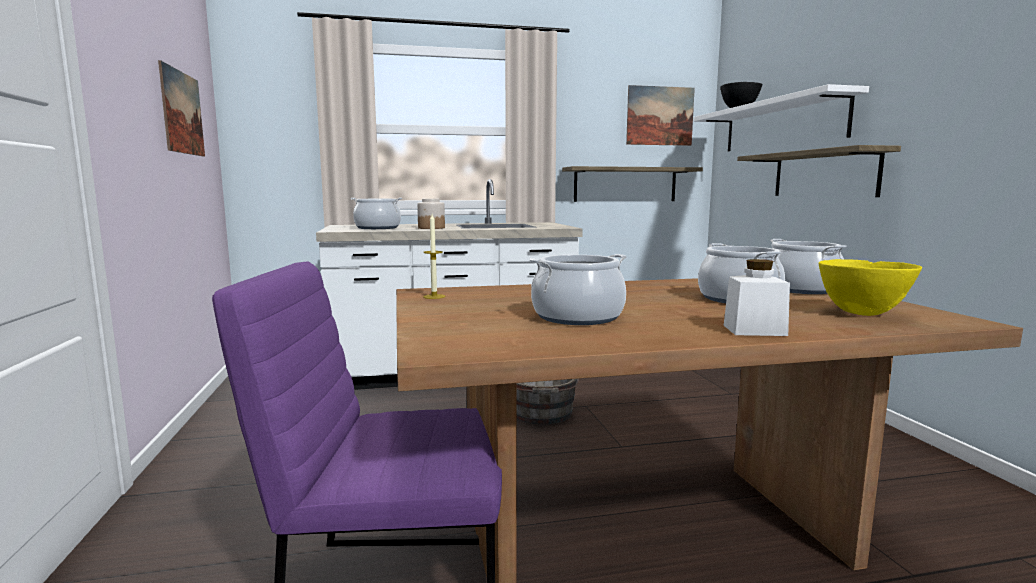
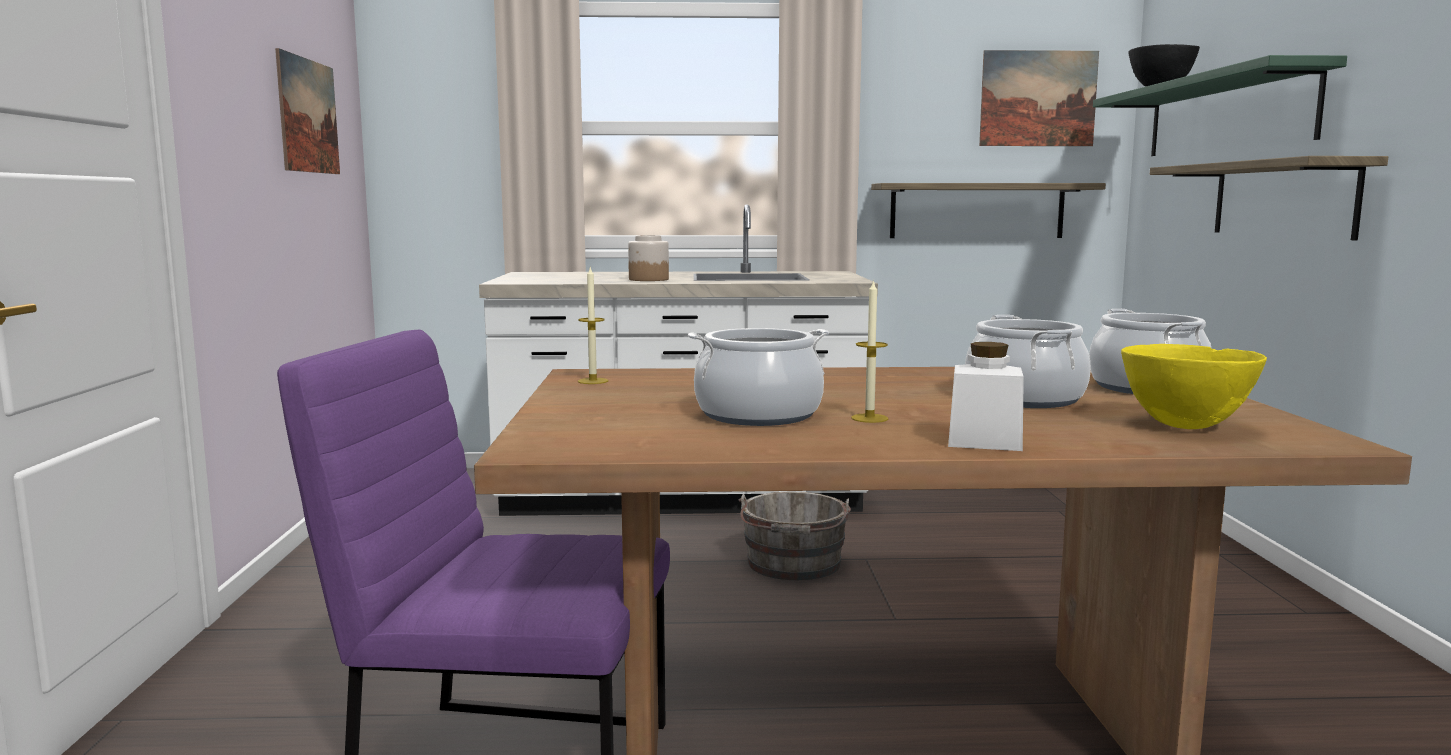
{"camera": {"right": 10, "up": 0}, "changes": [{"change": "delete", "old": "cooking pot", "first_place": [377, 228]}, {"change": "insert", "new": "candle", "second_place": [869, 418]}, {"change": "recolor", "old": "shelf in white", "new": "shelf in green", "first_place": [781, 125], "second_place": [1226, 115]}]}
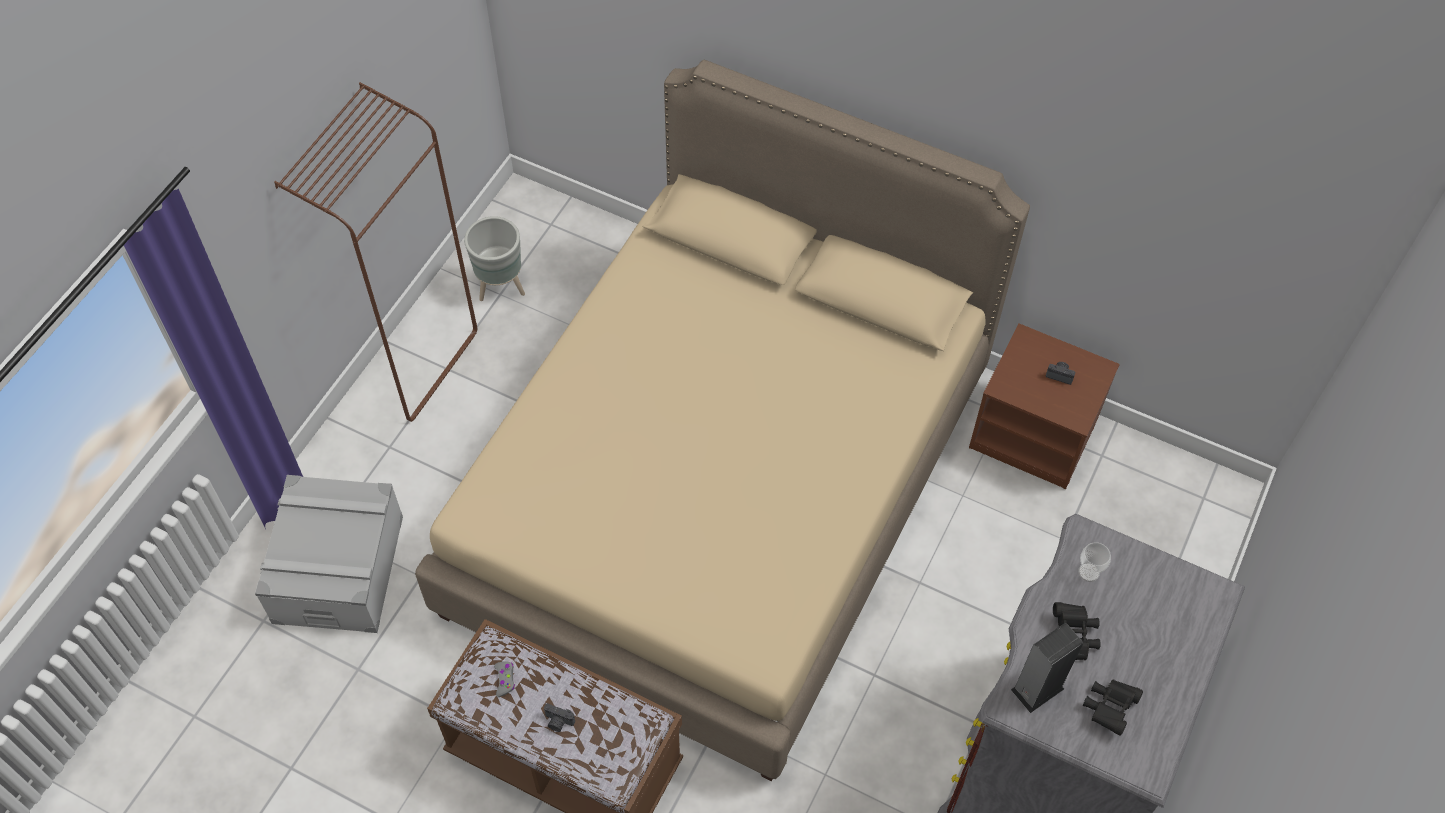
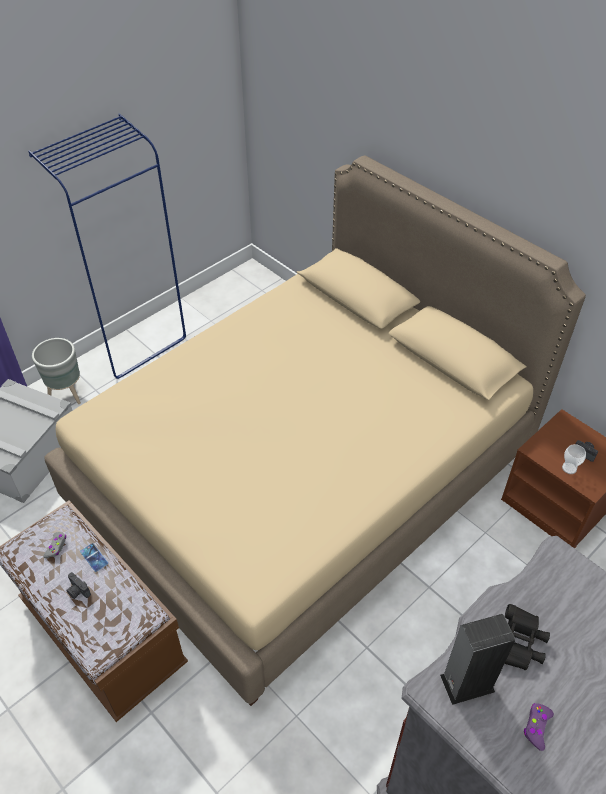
{"camera": {"right": 20, "up": -10}, "changes": [{"change": "insert", "new": "phone", "second_place": [94, 557]}, {"change": "move", "old": "planter in grey", "first_place": [501, 287], "second_place": [68, 394]}, {"change": "move", "old": "cup", "first_place": [1088, 572], "second_place": [569, 468]}, {"change": "replace", "old": "binoculars in black", "new": "game controller in purple", "first_place": [1109, 708], "second_place": [536, 727]}, {"change": "recolor", "old": "clothes rack in brown", "new": "clothes rack in blue", "first_place": [416, 362], "second_place": [138, 346]}]}
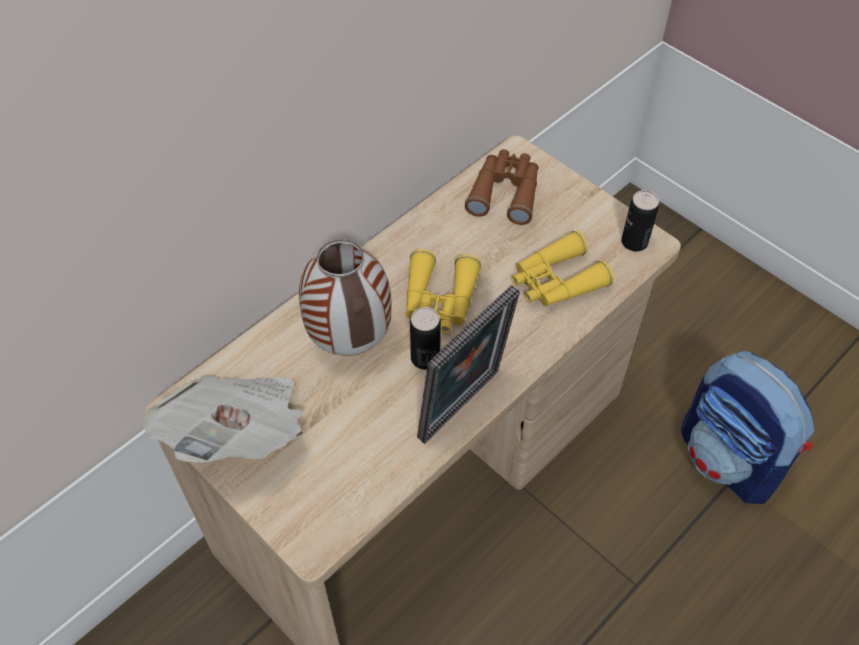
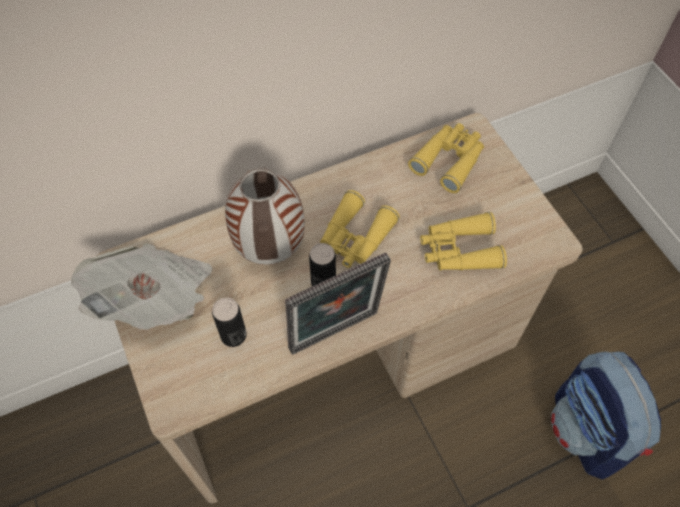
{"camera": {"right": 20, "up": 5}, "changes": [{"change": "move", "old": "can", "first_place": [634, 242], "second_place": [233, 335]}, {"change": "recolor", "old": "binoculars in brown", "new": "binoculars in yellow", "first_place": [505, 192], "second_place": [449, 160]}]}
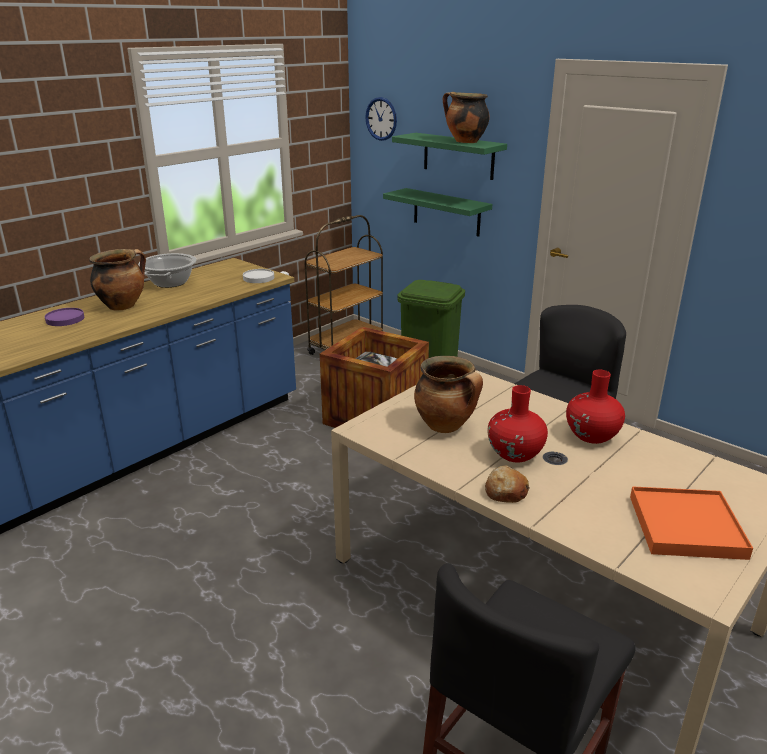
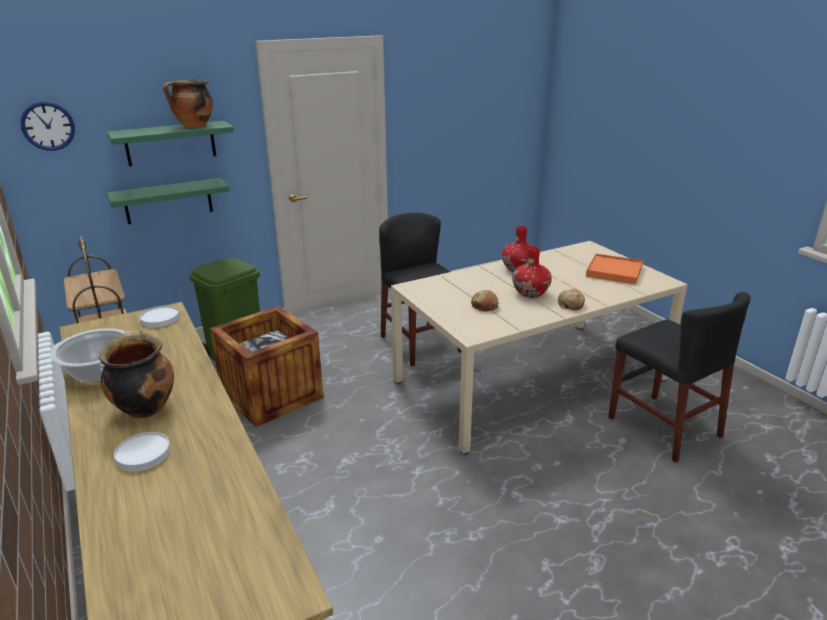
{"camera": {"right": -70, "up": 0}, "changes": [{"change": "replace", "old": "cooking pot", "new": "bread", "first_place": [446, 426], "second_place": [485, 306]}, {"change": "recolor", "old": "plate in purple", "new": "plate in white", "first_place": [65, 319], "second_place": [143, 454]}]}
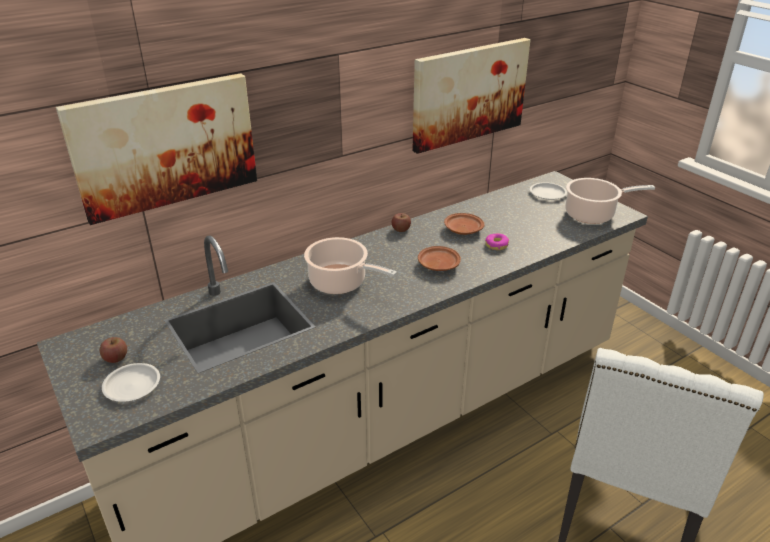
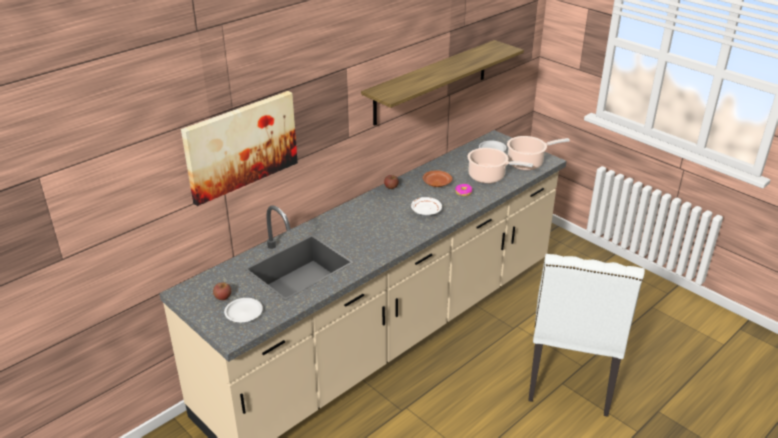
{"camera": {"right": -10, "up": 0}, "changes": [{"change": "move", "old": "cooking pot", "first_place": [341, 283], "second_place": [489, 176]}, {"change": "replace", "old": "picture", "new": "shelf", "first_place": [469, 93], "second_place": [431, 82]}, {"change": "recolor", "old": "plate in brown", "new": "plate in white", "first_place": [438, 265], "second_place": [426, 211]}]}
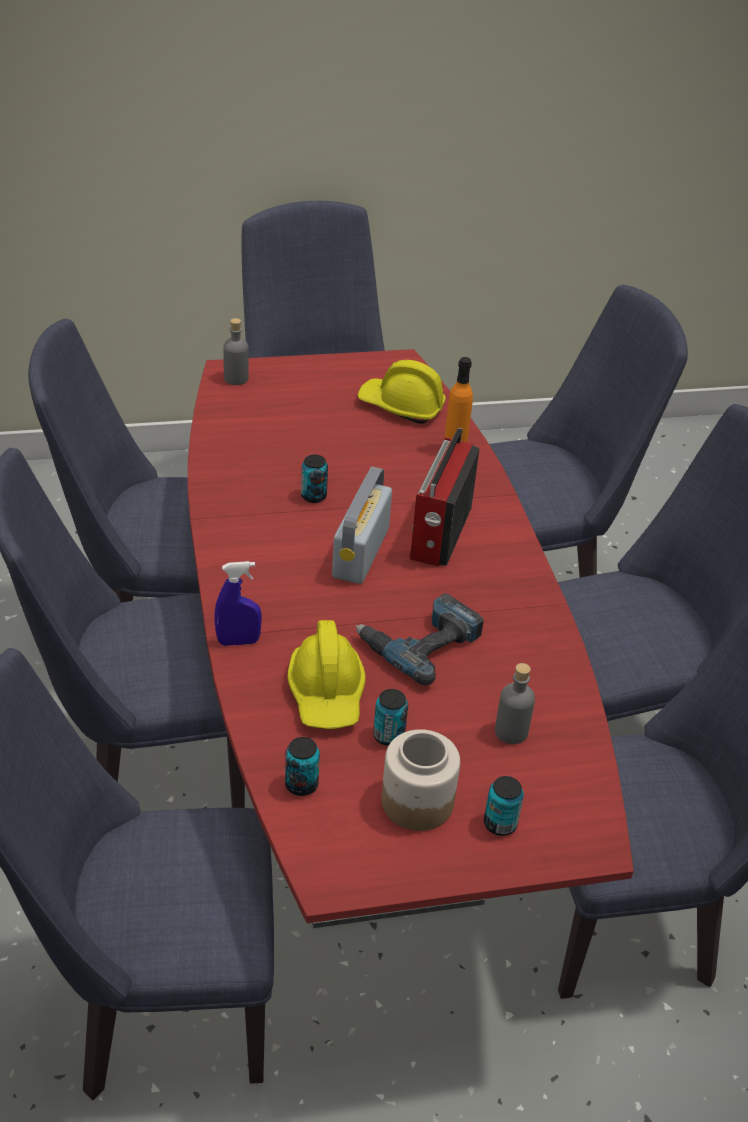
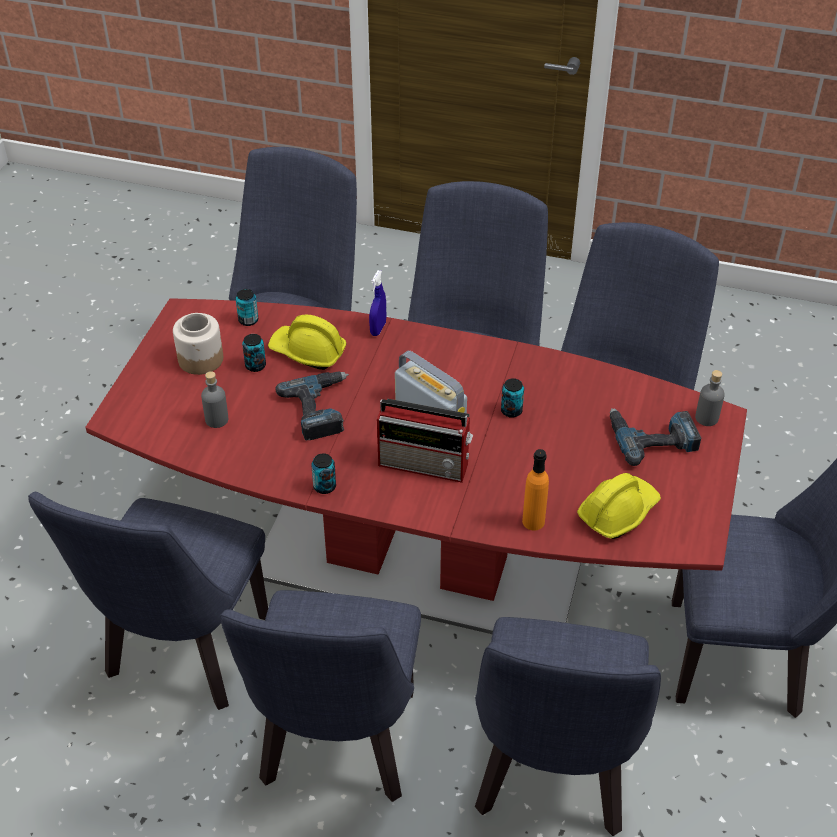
{"camera": {"right": 120, "up": 5}, "changes": [{"change": "insert", "new": "power drill", "second_place": [651, 438]}, {"change": "move", "old": "can", "first_place": [500, 824], "second_place": [324, 486]}, {"change": "rotate", "old": "radio", "first_place": [439, 534], "second_place": [425, 464], "degrees": 150}]}
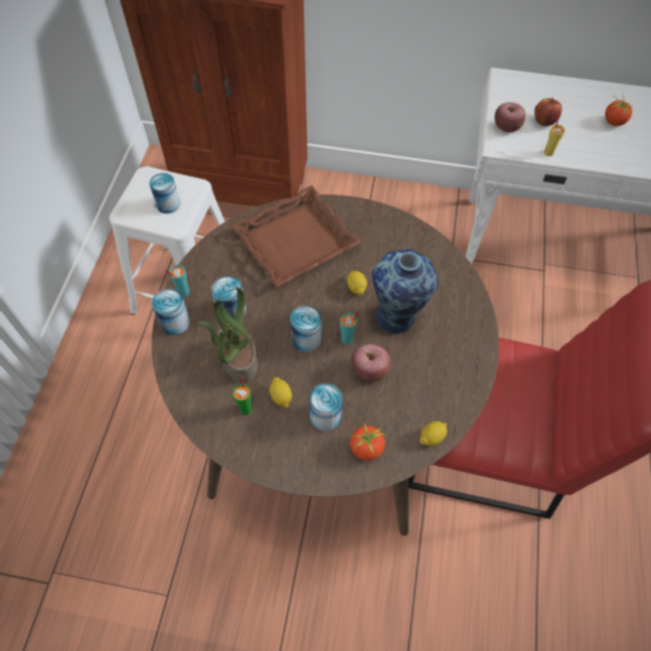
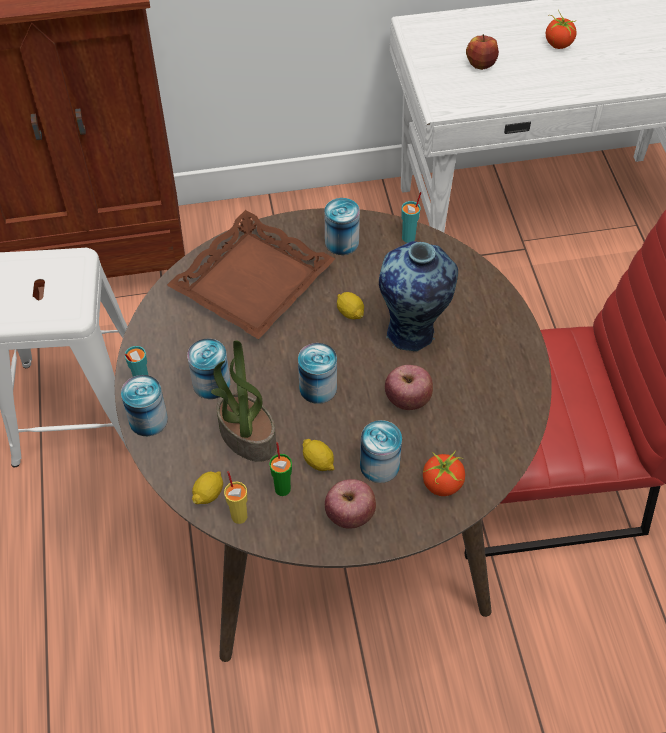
{"camera": {"right": -20, "up": -5}, "changes": [{"change": "move", "old": "can", "first_place": [168, 204], "second_place": [341, 242]}, {"change": "move", "old": "cup in turquoise", "first_place": [347, 339], "second_place": [409, 237]}, {"change": "move", "old": "lemon", "first_place": [432, 437], "second_place": [209, 494]}, {"change": "move", "old": "apple", "first_place": [506, 128], "second_place": [350, 515]}, {"change": "move", "old": "cup in yellow", "first_place": [548, 152], "second_place": [239, 516]}]}
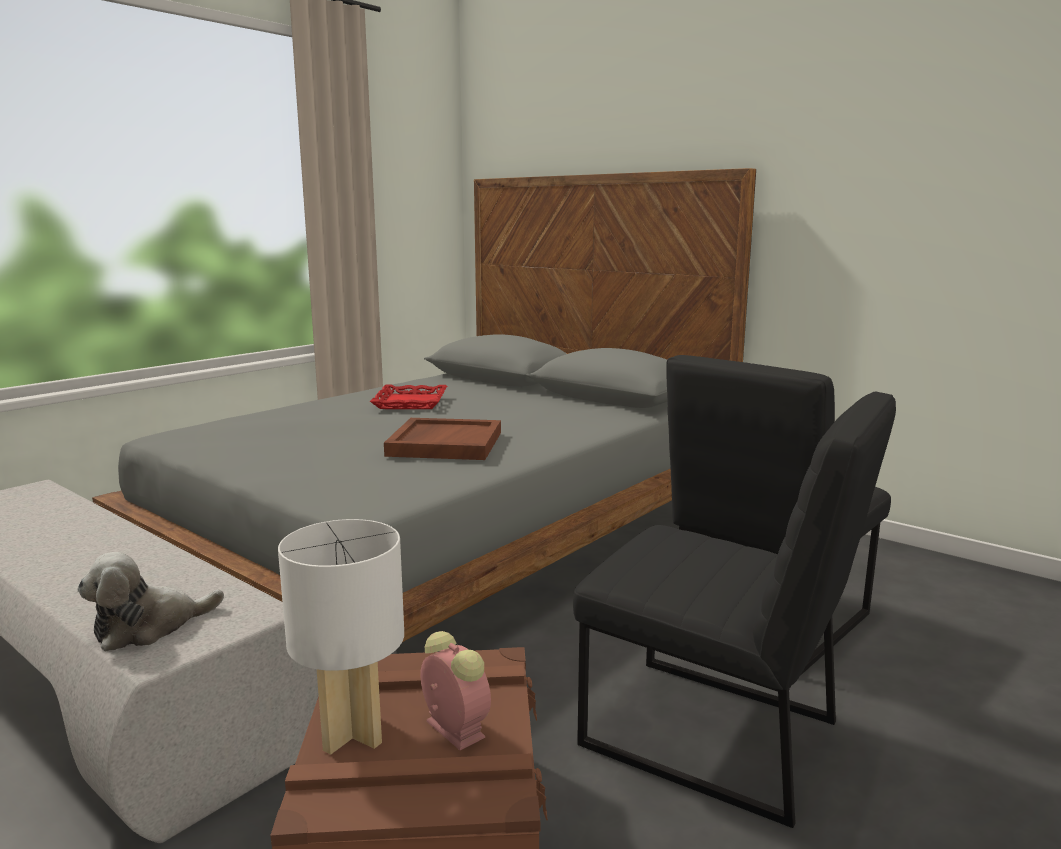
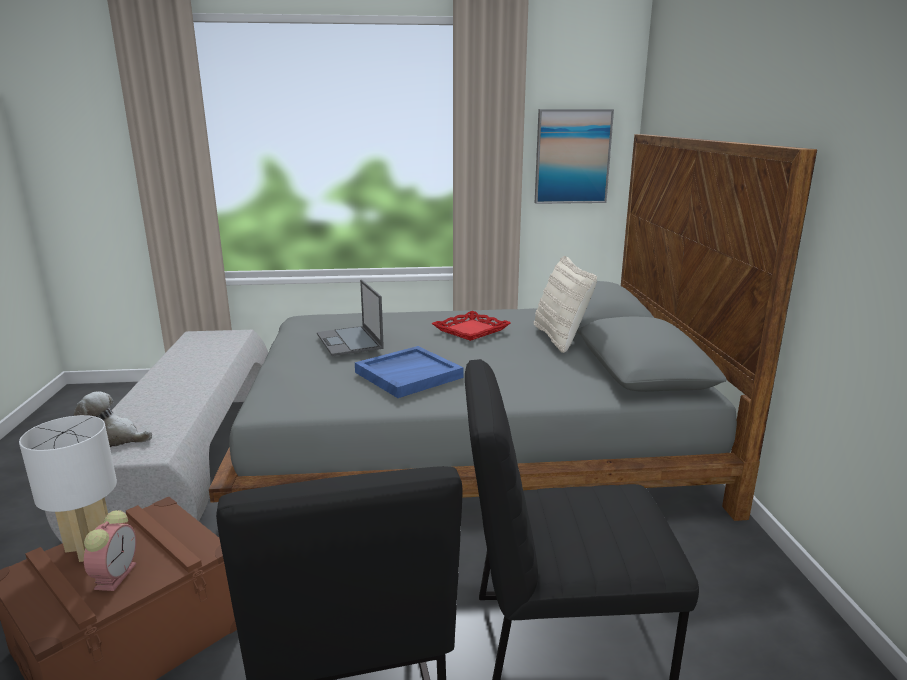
{"camera": {"right": 45, "up": 5}, "changes": [{"change": "insert", "new": "laptop", "second_place": [350, 341]}, {"change": "insert", "new": "pillow in beige", "second_place": [561, 339]}, {"change": "insert", "new": "picture", "second_place": [572, 157]}, {"change": "recolor", "old": "tray in brown", "new": "tray in blue", "first_place": [444, 443], "second_place": [409, 374]}]}
